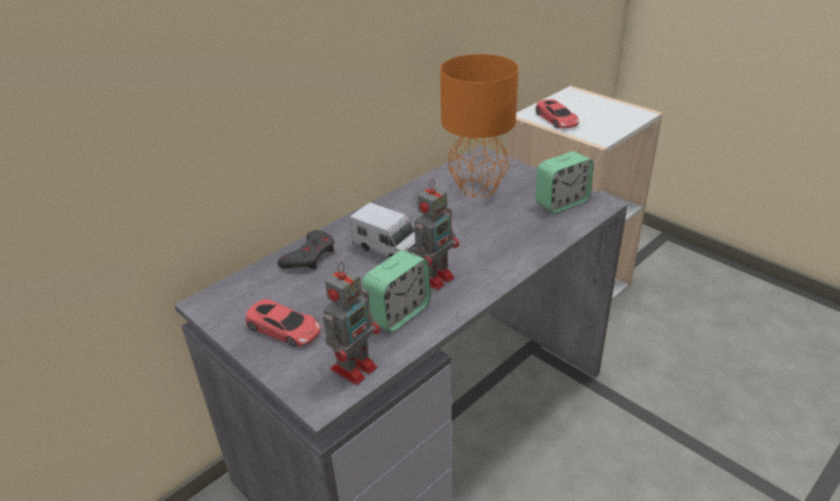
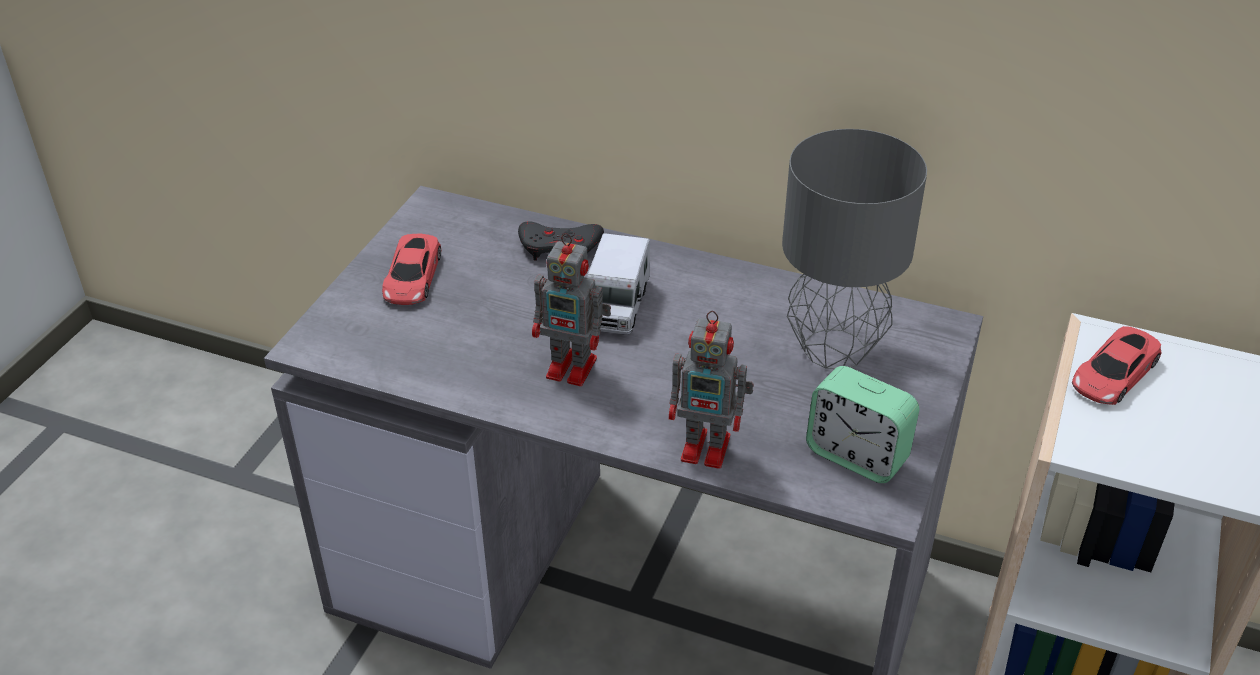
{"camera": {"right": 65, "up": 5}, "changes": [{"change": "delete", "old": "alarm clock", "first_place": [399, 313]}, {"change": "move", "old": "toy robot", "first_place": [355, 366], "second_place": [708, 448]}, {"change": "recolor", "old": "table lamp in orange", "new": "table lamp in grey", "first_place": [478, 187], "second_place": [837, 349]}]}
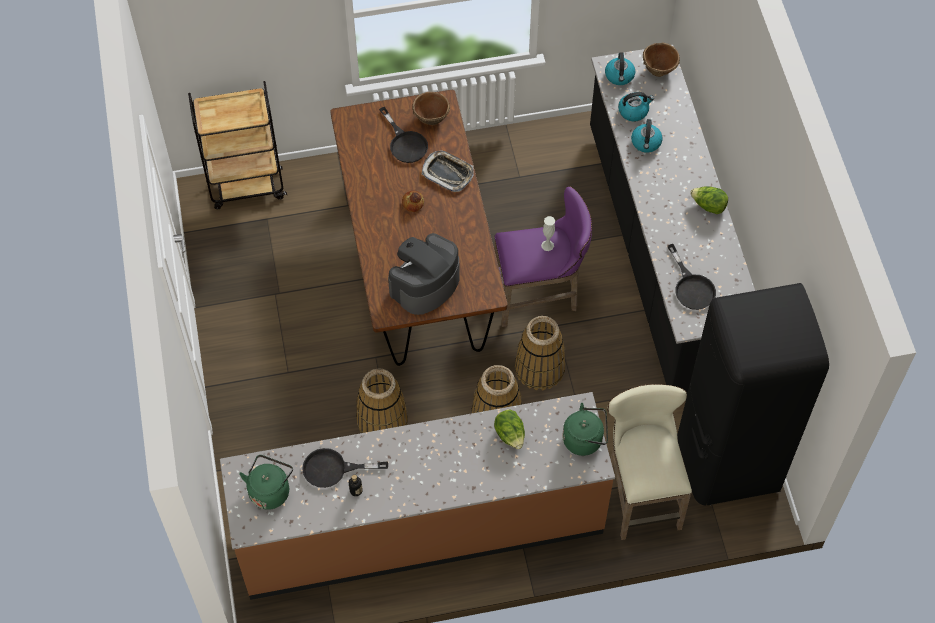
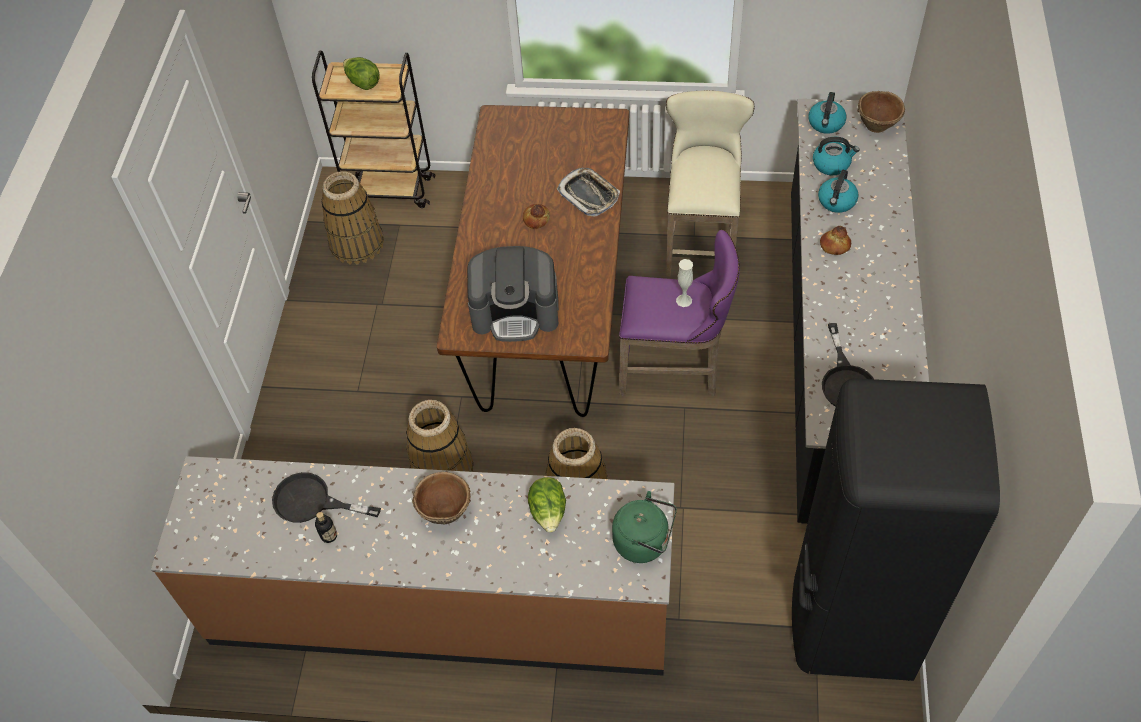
{"camera": {"right": 20, "up": -5}, "changes": [{"change": "delete", "old": "kettle in green", "first_place": [270, 490]}, {"change": "delete", "old": "frying pan in black", "first_place": [405, 143]}, {"change": "insert", "new": "bread", "second_place": [834, 246]}, {"change": "move", "old": "bowl in brown", "first_place": [431, 118], "second_place": [445, 510]}, {"change": "move", "old": "basket", "first_place": [539, 368], "second_place": [357, 243]}, {"change": "move", "old": "stool in beige", "first_place": [641, 492], "second_place": [701, 239]}, {"change": "move", "old": "lettuce", "first_place": [708, 206], "second_place": [363, 83]}, {"change": "rotate", "old": "coffee machine", "first_place": [424, 284], "second_place": [516, 311], "degrees": -150}]}
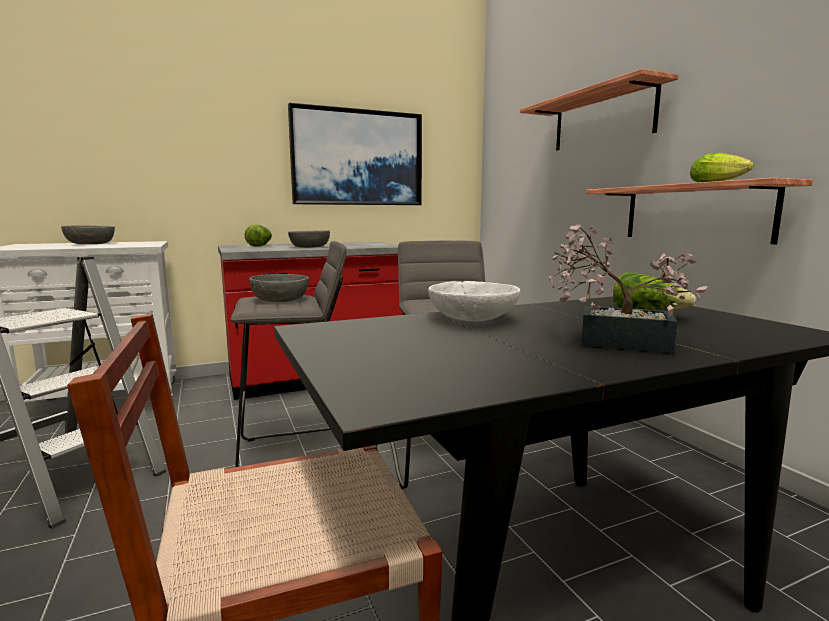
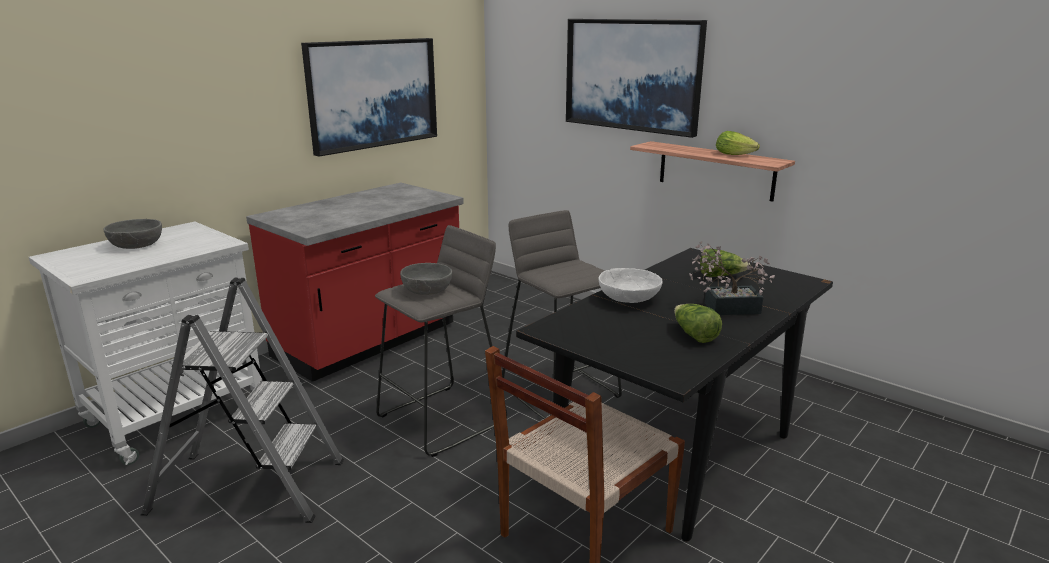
{"camera": {"right": -25, "up": 10}, "changes": [{"change": "delete", "old": "bowl in grey", "first_place": [309, 247]}, {"change": "move", "old": "lettuce", "first_place": [260, 246], "second_place": [694, 335]}, {"change": "replace", "old": "shelf", "new": "picture", "first_place": [602, 119], "second_place": [632, 75]}]}
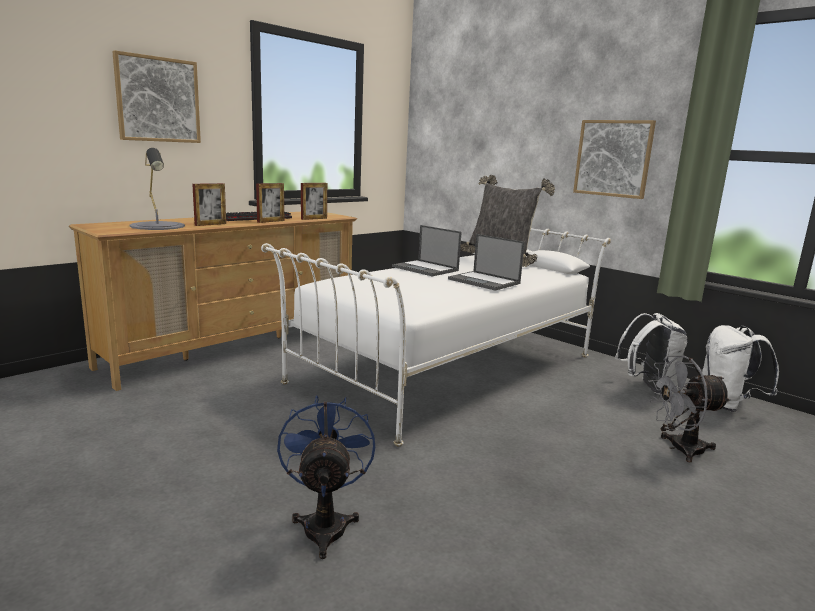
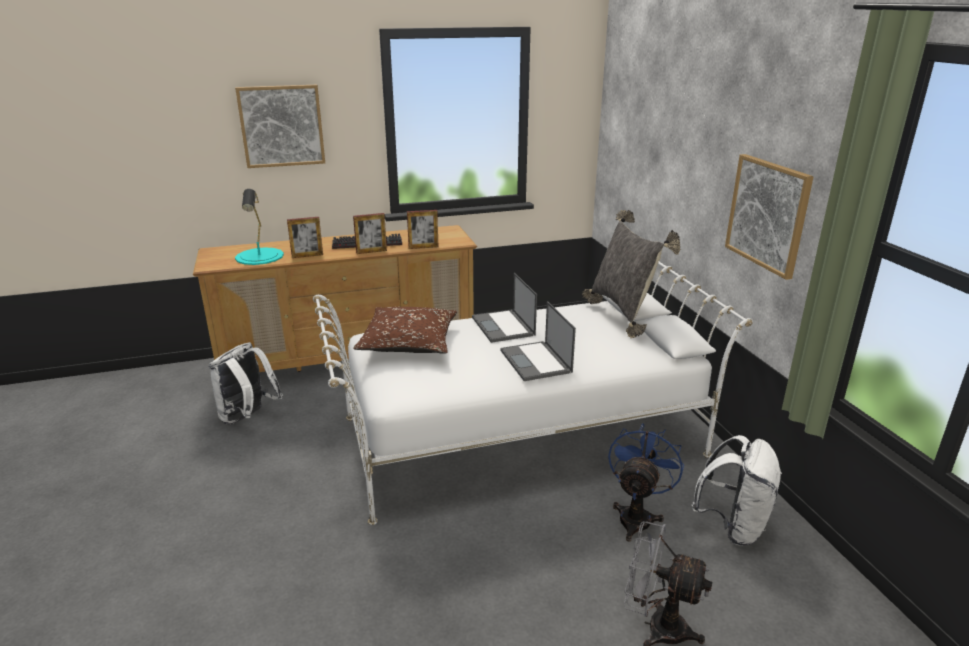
{"camera": {"right": 30, "up": 10}, "changes": [{"change": "insert", "new": "pillow in brown", "second_place": [409, 343]}, {"change": "move", "old": "fan in blue", "first_place": [325, 523], "second_place": [637, 516]}, {"change": "move", "old": "backpack in white", "first_place": [727, 404], "second_place": [248, 417]}, {"change": "recolor", "old": "table lamp in grey", "new": "table lamp in turquoise", "first_place": [158, 226], "second_place": [259, 256]}]}
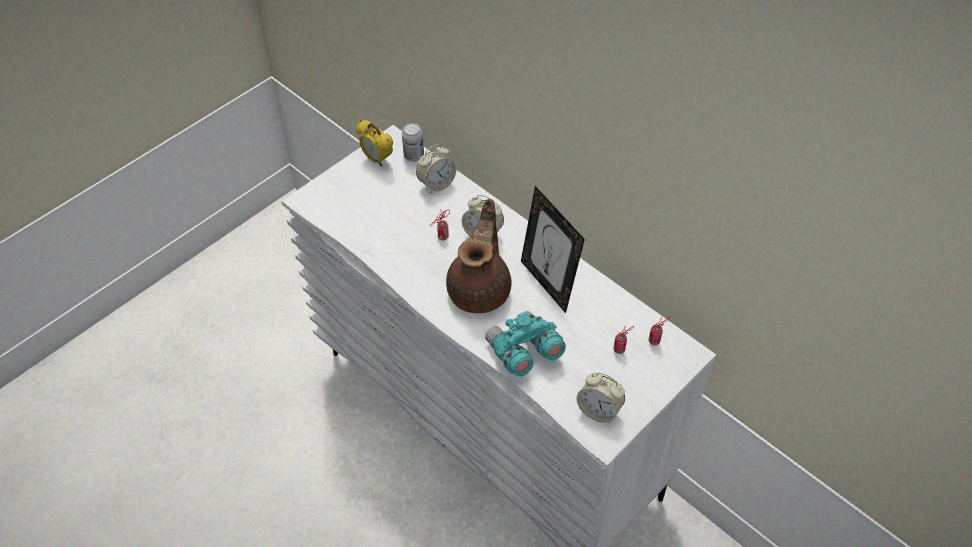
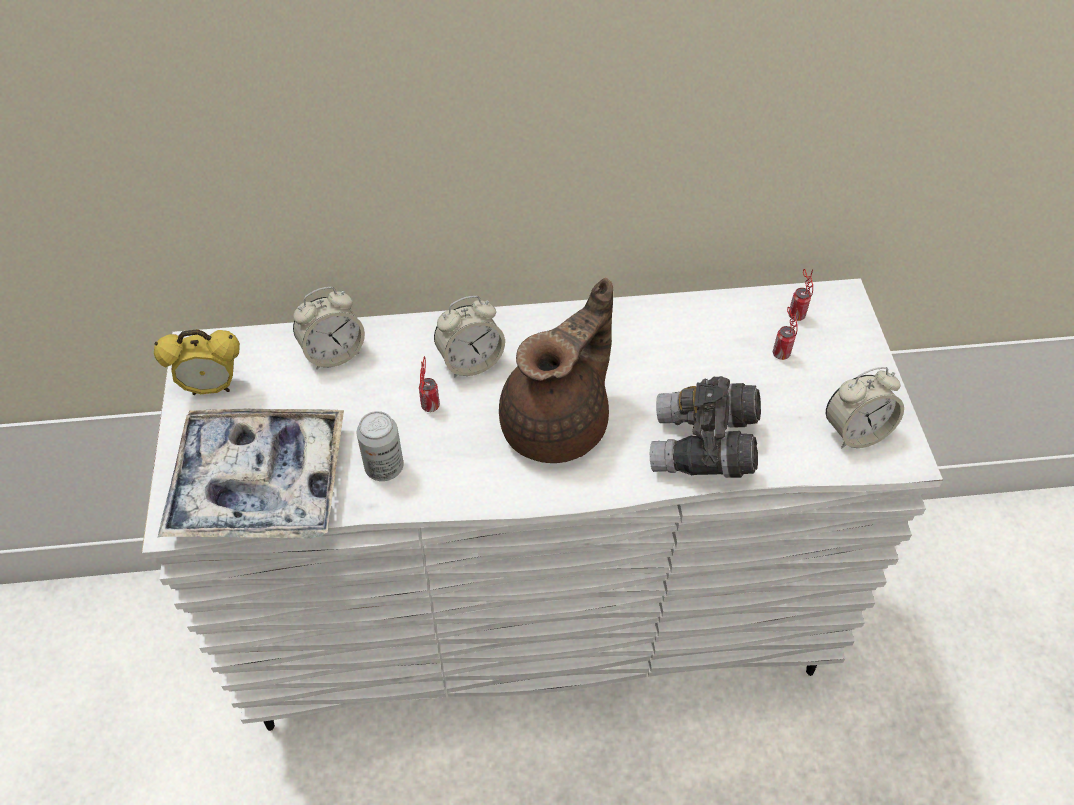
{"camera": {"right": -50, "up": 0}, "changes": [{"change": "delete", "old": "picture frame", "first_place": [548, 283]}, {"change": "insert", "new": "tray", "second_place": [259, 484]}, {"change": "move", "old": "can", "first_place": [414, 156], "second_place": [384, 467]}, {"change": "recolor", "old": "binoculars in turquoise", "new": "binoculars in grey", "first_place": [523, 353], "second_place": [703, 448]}, {"change": "rotate", "old": "alarm clock", "first_place": [436, 184], "second_place": [333, 353], "degrees": 60}, {"change": "rotate", "old": "teapot in brown", "first_place": [480, 289], "second_place": [559, 424], "degrees": 75}]}
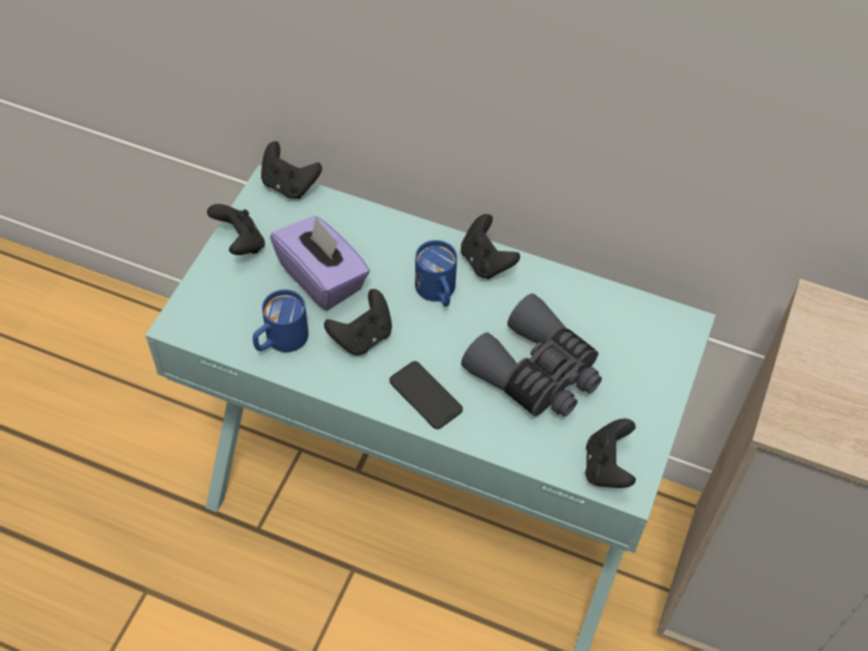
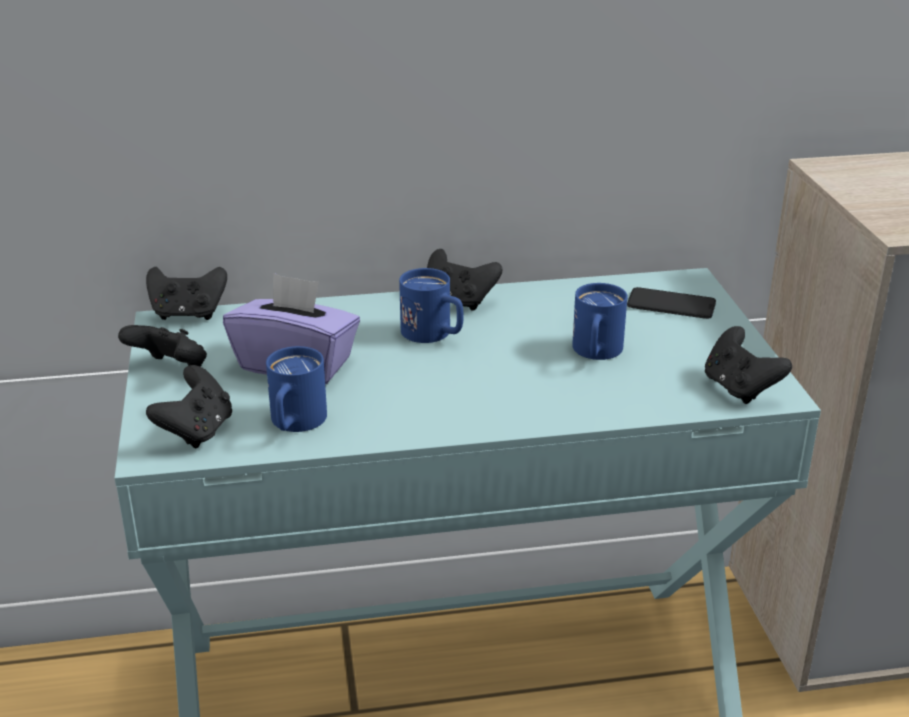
{"camera": {"right": -30, "up": -25}, "changes": [{"change": "move", "old": "game controller in black", "first_place": [362, 337], "second_place": [197, 431]}, {"change": "move", "old": "phone", "first_place": [425, 395], "second_place": [671, 304]}, {"change": "replace", "old": "binoculars in grey", "new": "mug in blue", "first_place": [536, 373], "second_place": [596, 353]}]}
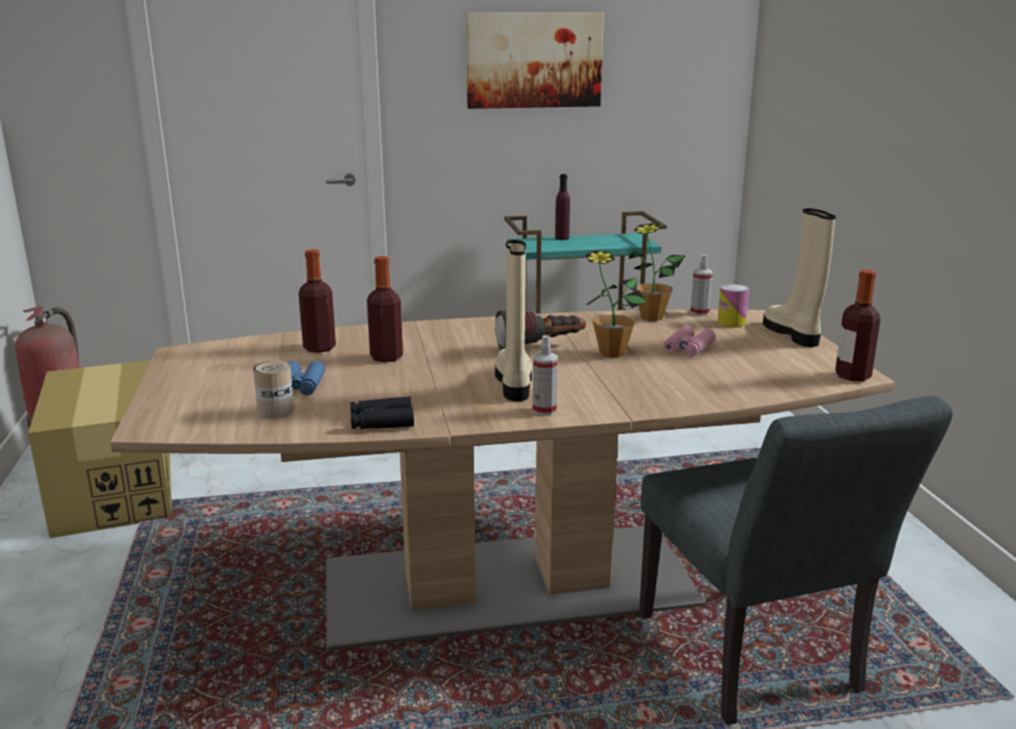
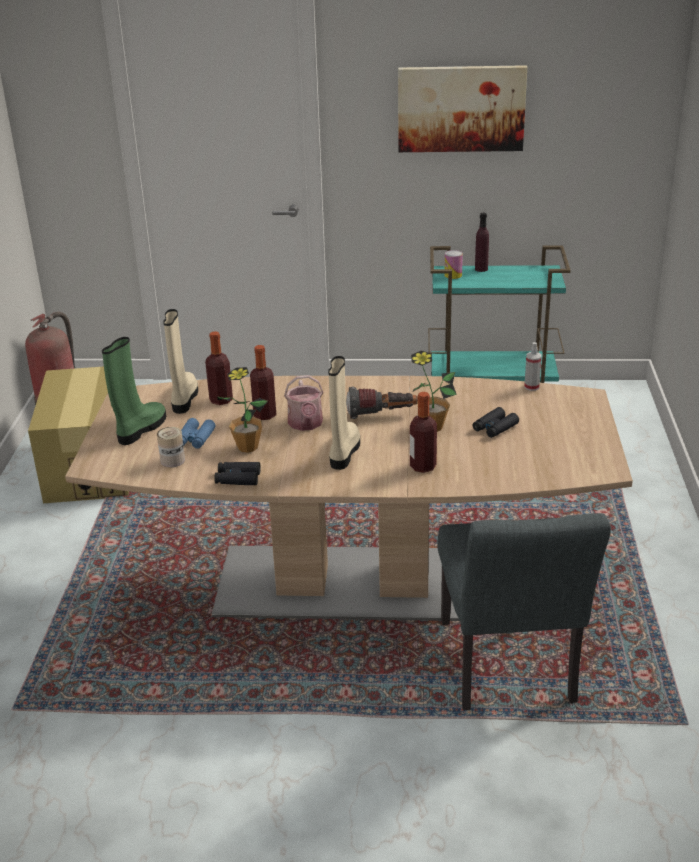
{"camera": {"right": 15, "up": 10}, "changes": [{"change": "delete", "old": "spray bottle", "first_place": [544, 410]}, {"change": "insert", "new": "boot in green", "second_place": [141, 429]}, {"change": "insert", "new": "watering can", "second_place": [306, 424]}, {"change": "move", "old": "potted plant", "first_place": [652, 317], "second_place": [247, 447]}, {"change": "move", "old": "can", "first_place": [731, 323], "second_place": [453, 275]}, {"change": "move", "old": "boot in beige", "first_place": [792, 334], "second_place": [184, 398]}, {"change": "move", "old": "bottle", "first_place": [852, 376], "second_place": [423, 466]}, {"change": "recolor", "old": "binoculars in pink", "new": "binoculars in black", "first_place": [688, 348], "second_place": [495, 428]}]}
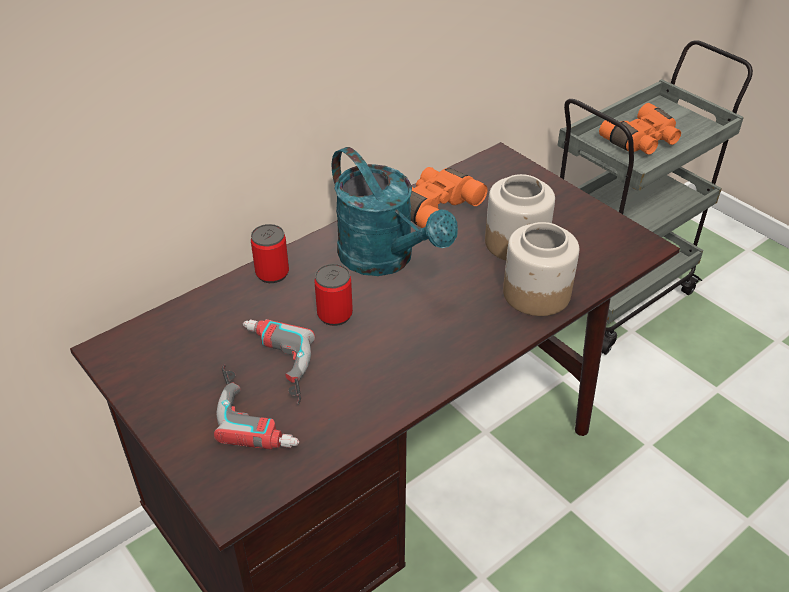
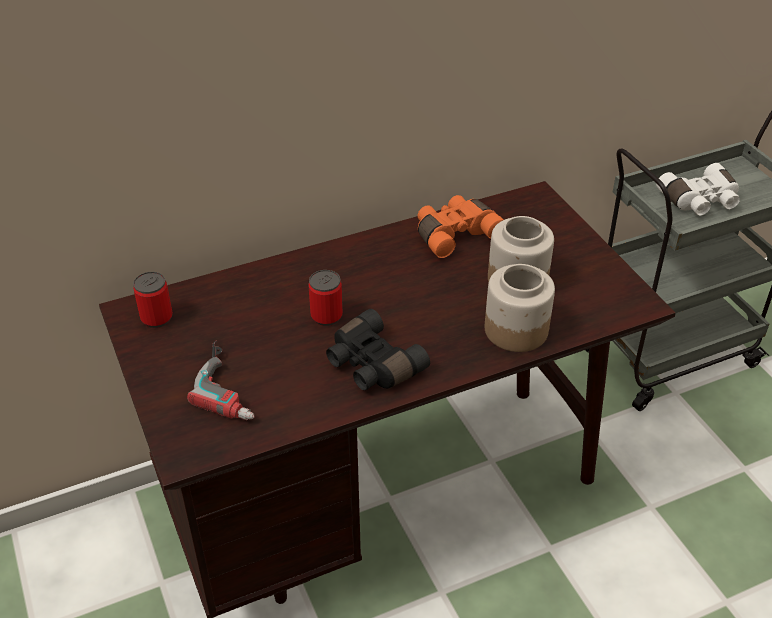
{"camera": {"right": 15, "up": 0}, "changes": [{"change": "delete", "old": "power drill", "first_place": [272, 365]}, {"change": "delete", "old": "watering can in turquoise", "first_place": [385, 259]}, {"change": "insert", "new": "binoculars in black", "second_place": [371, 365]}, {"change": "move", "old": "can", "first_place": [272, 273], "second_place": [157, 318]}, {"change": "recolor", "old": "binoculars in orange", "new": "binoculars in white", "first_place": [642, 142], "second_place": [700, 201]}]}
